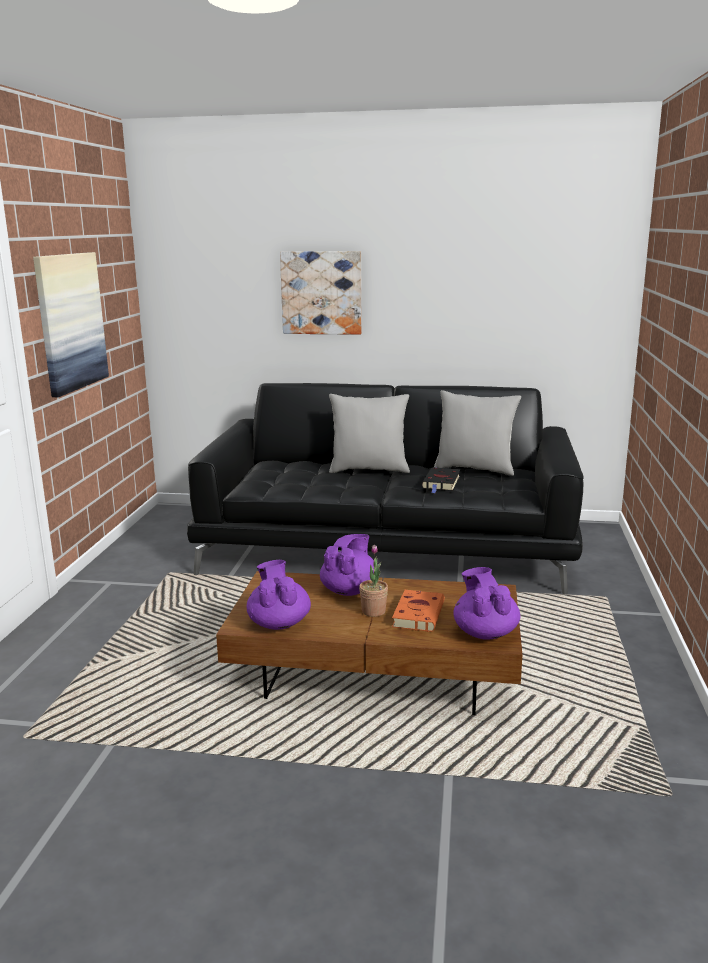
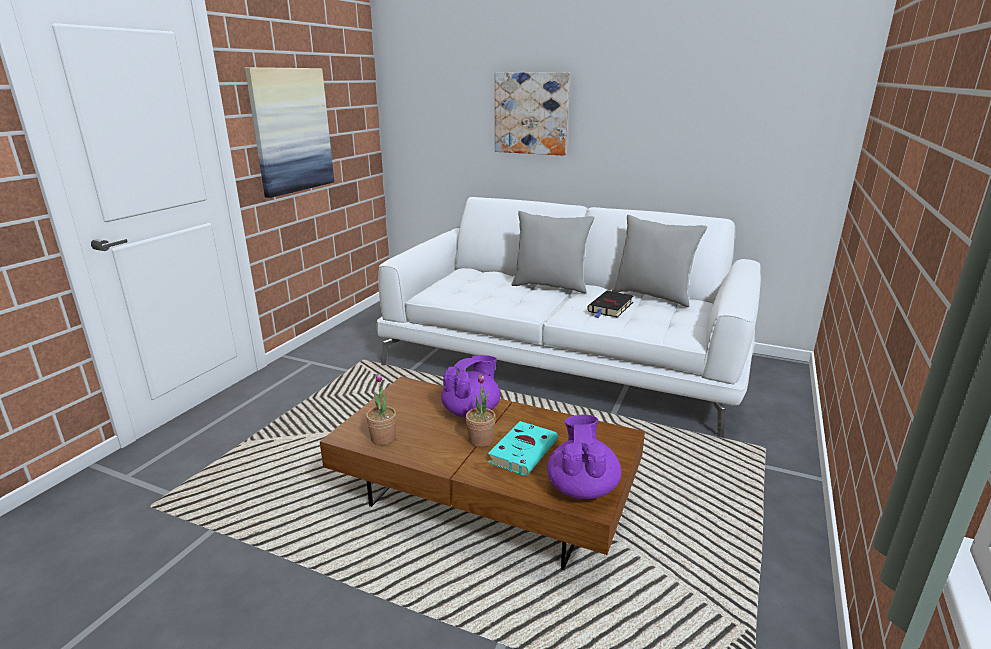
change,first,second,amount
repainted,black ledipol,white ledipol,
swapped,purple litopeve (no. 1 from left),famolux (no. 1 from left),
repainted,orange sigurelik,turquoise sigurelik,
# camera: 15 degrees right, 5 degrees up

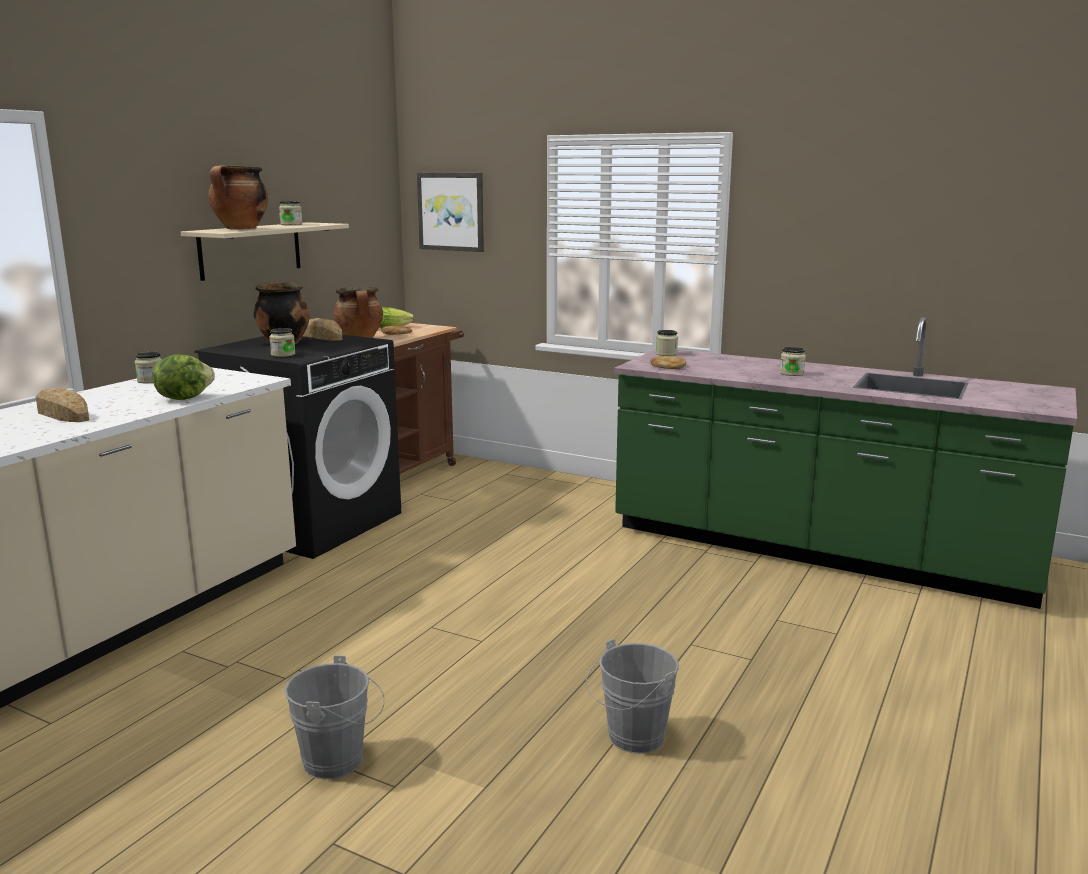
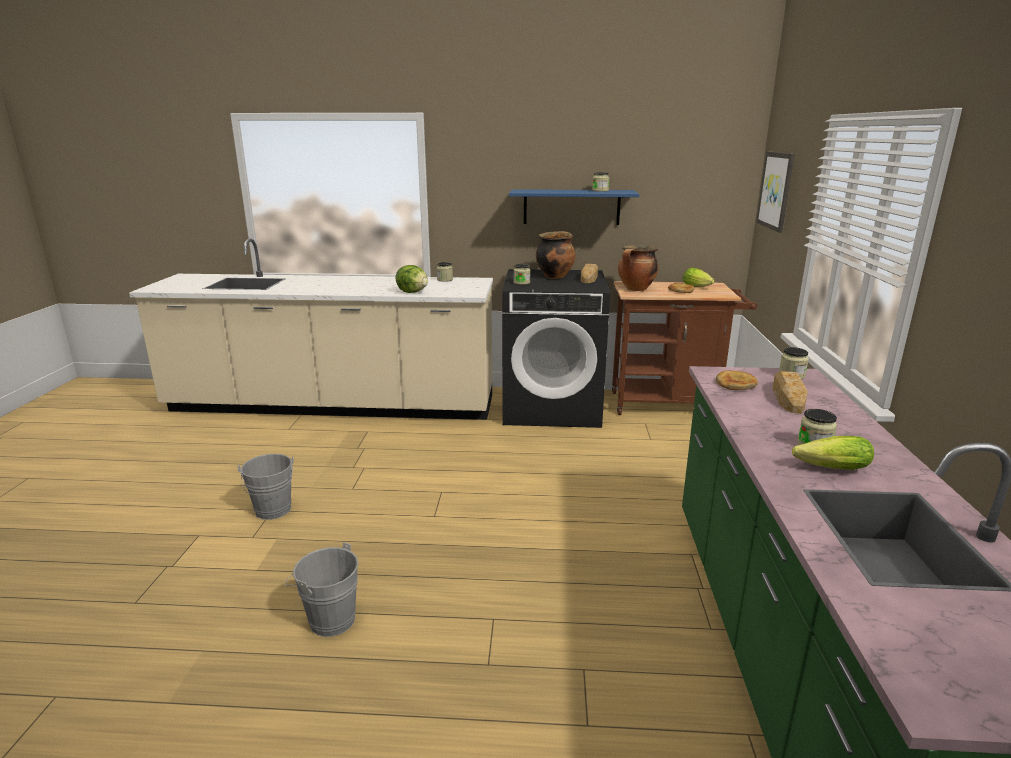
change,first,second,amount
shifted,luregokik (no. 1 from left in the first image),luregokik (no. 4 from left),
repainted,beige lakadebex,blue lakadebex,
gone,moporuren (no. 1 from left),,
new,,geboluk (no. 3 from left),
# camera: 65 degrees right, 5 degrees up

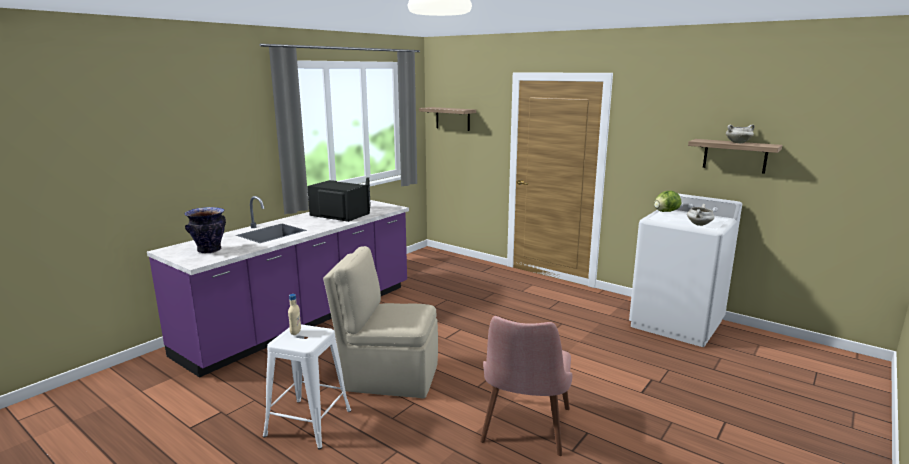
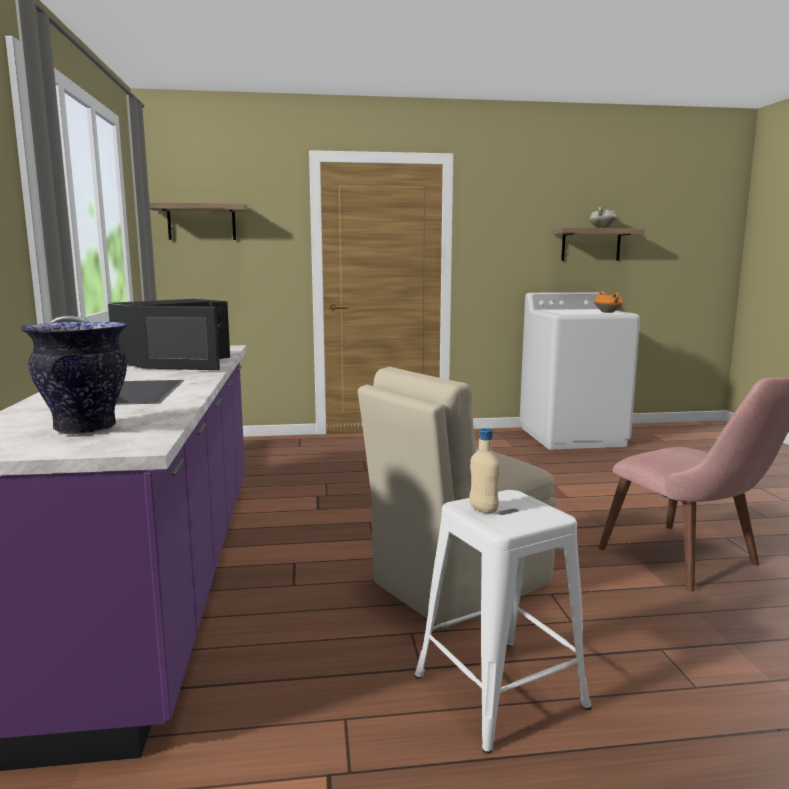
change,first,second,amount
rotated,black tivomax,,150 degrees clockwise
gone,geboluk,,
repainted,white moporuren (no. 1 from left),orange moporuren,
# camera: 45 degrees left, 5 degrees down

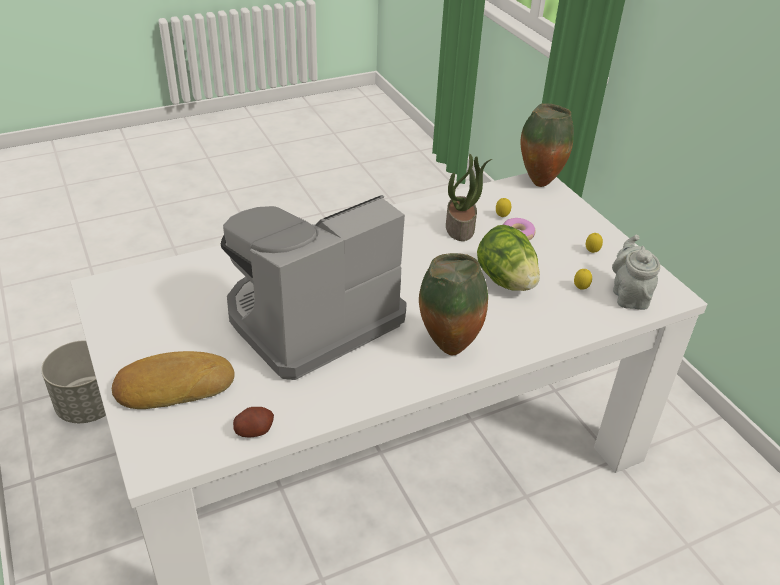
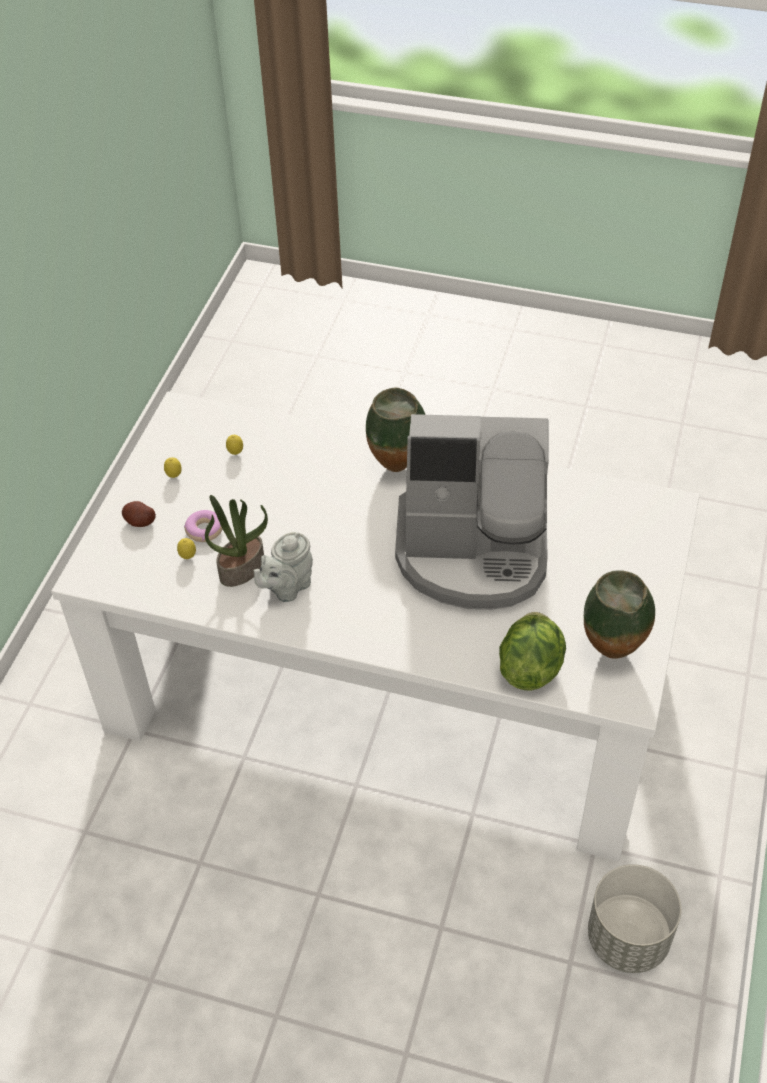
change,first,second,amount
gone,luregokik,,
shifted,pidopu,,
shifted,geboluk,,
shifted,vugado (no. 2 from left),,
shifted,grey litopeve,,
# camera: 135 degrees left, 10 degrees up

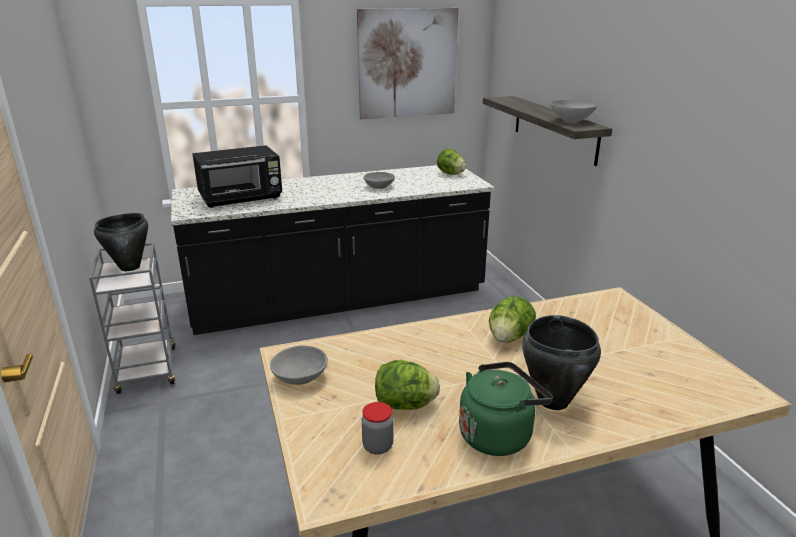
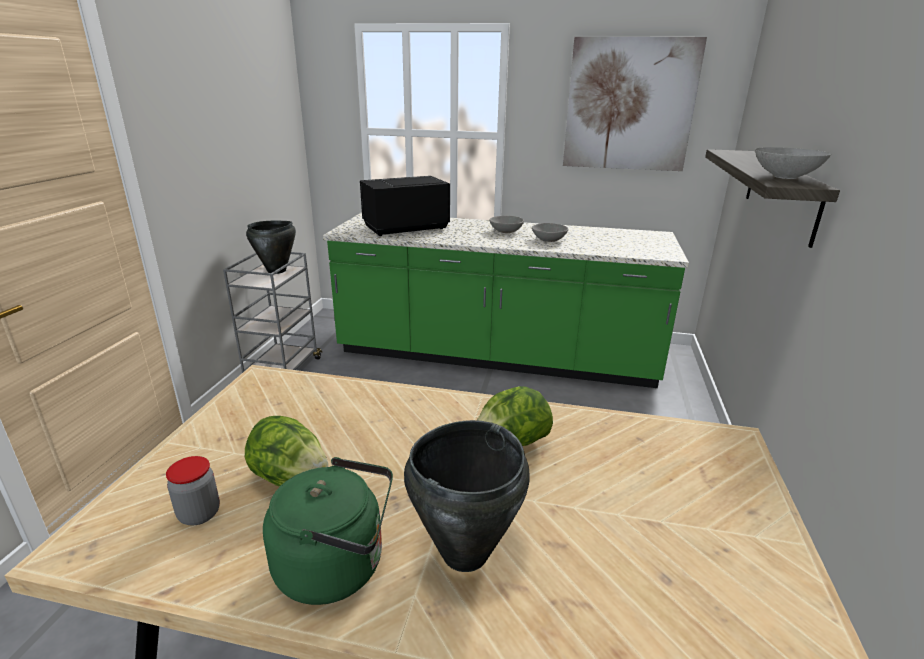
change,first,second,amount
repainted,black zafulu,green zafulu,
rotated,black tivomax,,150 degrees clockwise
shifted,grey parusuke (no. 1 from left),,
gone,geboluk (no. 2 from left),,
# camera: 30 degrees right, 0 degrees up

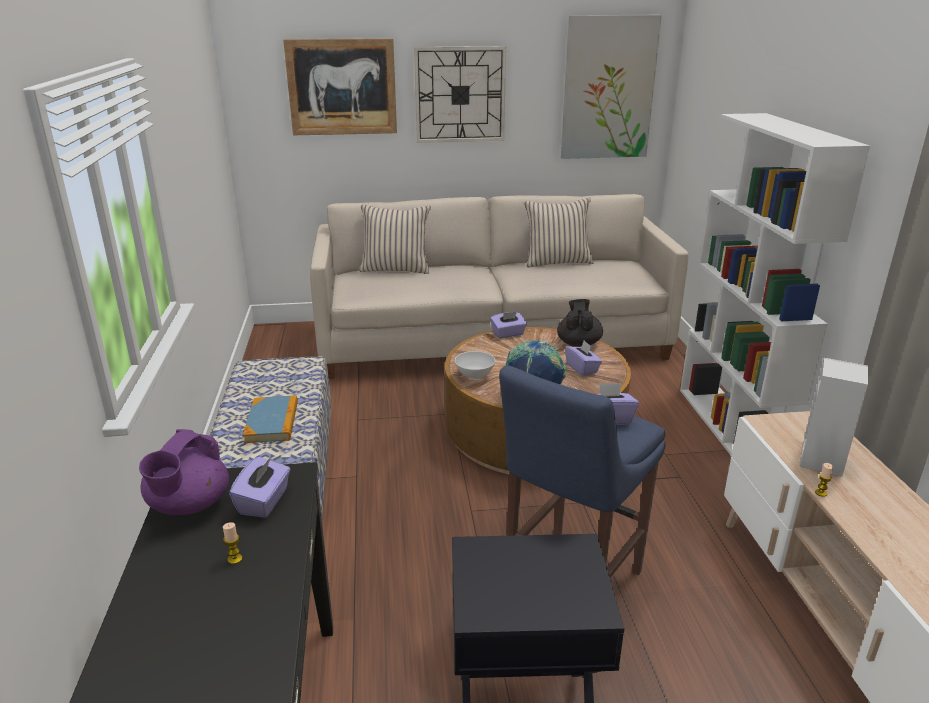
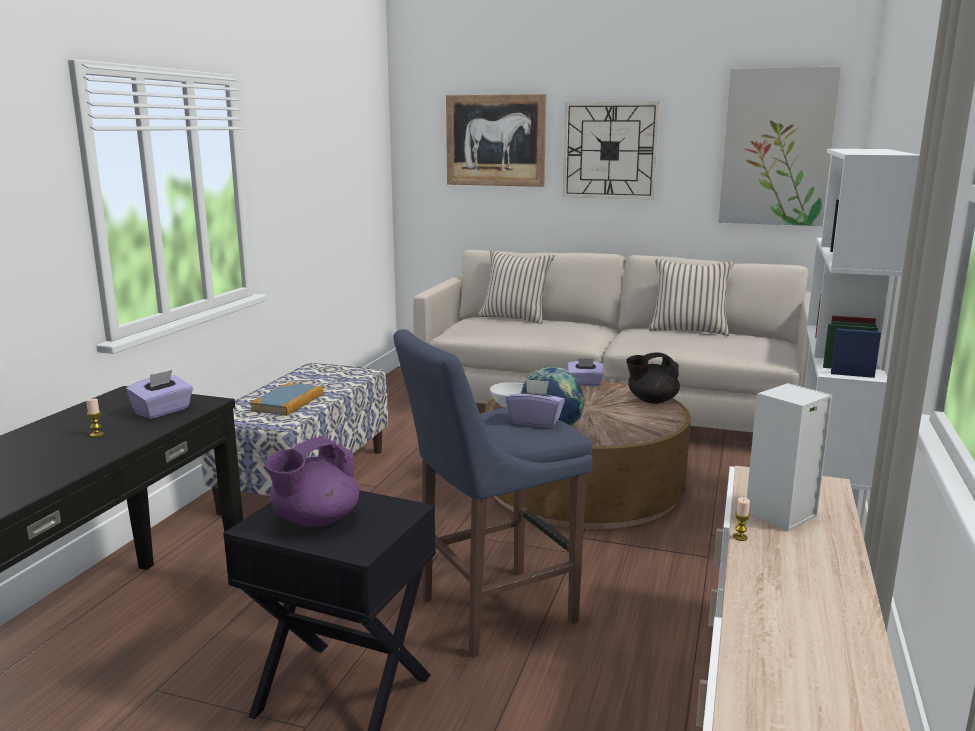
change,first,second,amount
shifted,purple litopeve,,
rotated,black litopeve,,135 degrees counterclockwise
gone,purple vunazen (no. 3 from left),,
# camera: 25 degrees right, 10 degrees down

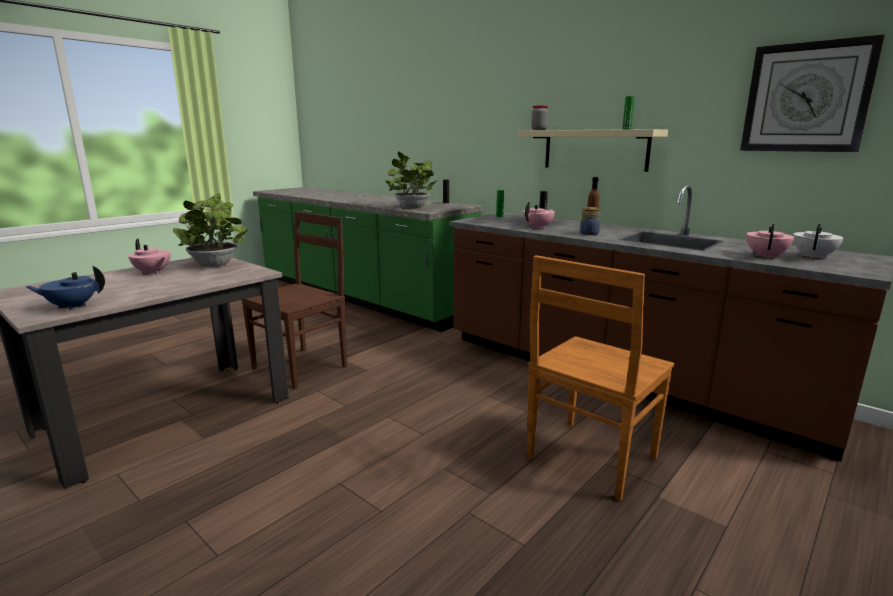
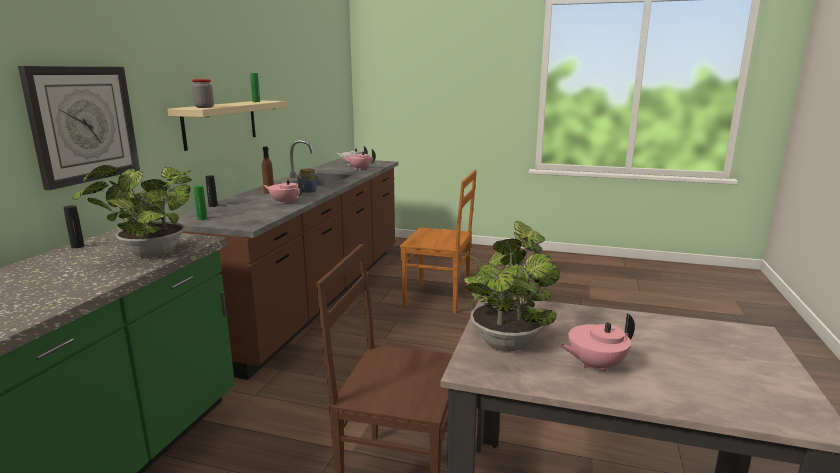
change,first,second,amount
gone,blue litopeve,,
rotated,pink litopeve (no. 1 from left in the first image),pink litopeve (no. 3 from left),120 degrees counterclockwise
shifted,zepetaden,,
# camera: 115 degrees left, 0 degrees up

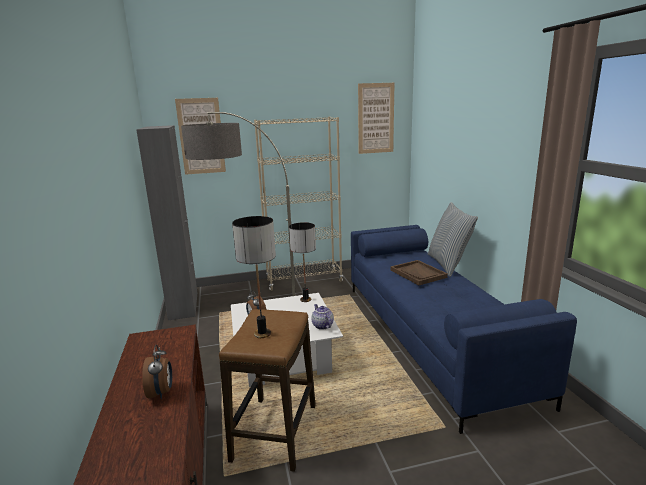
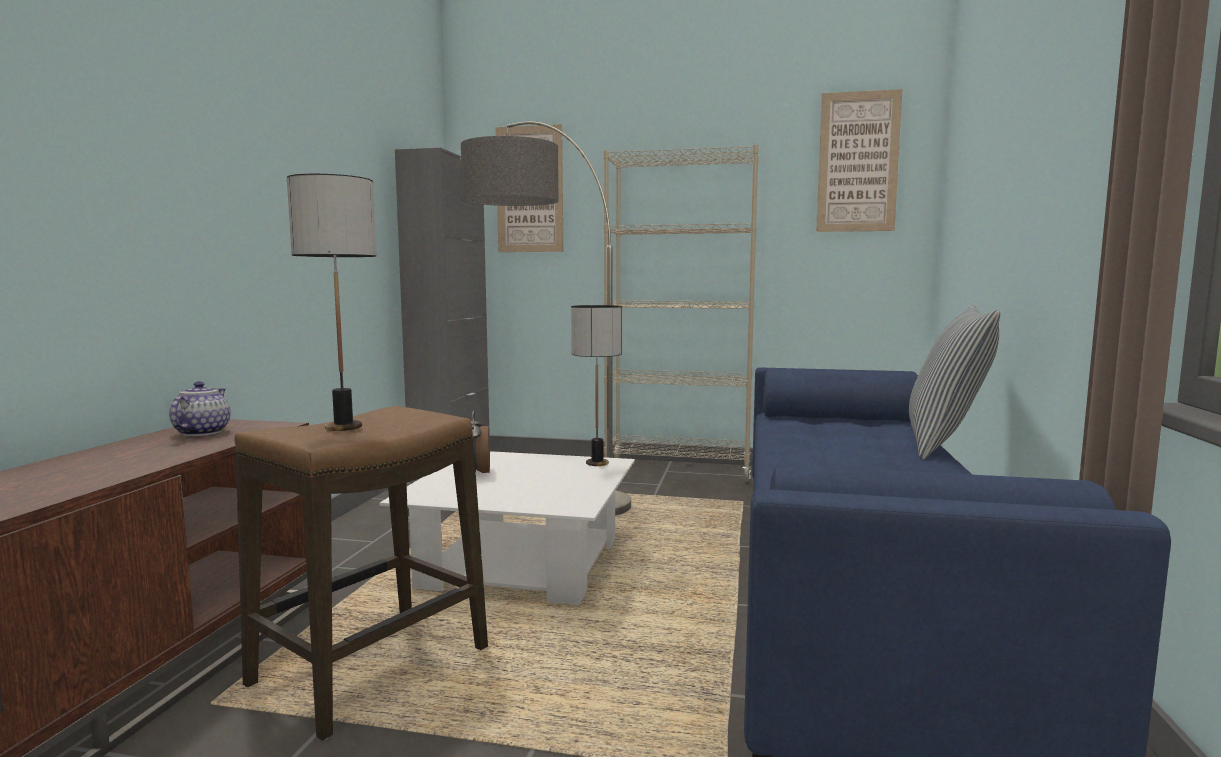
change,first,second,amount
gone,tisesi (no. 1 from left),,
shifted,litopeve,,
gone,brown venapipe,,
# camera: 25 degrees right, 10 degrees down

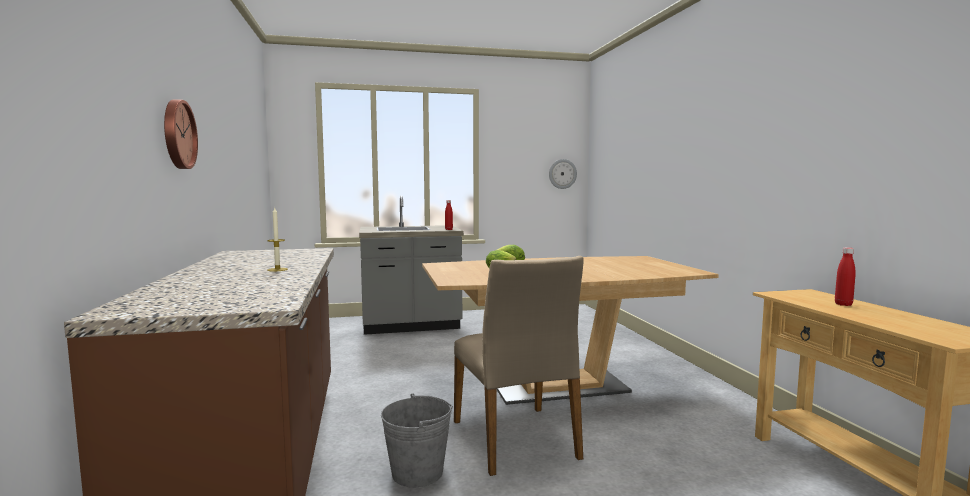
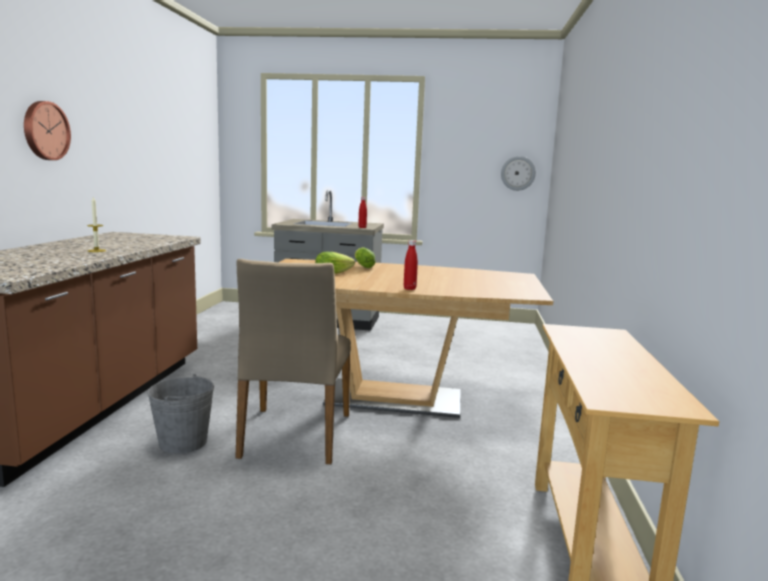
change,first,second,amount
shifted,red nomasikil (no. 2 from left),,
# camera: 20 degrees right, 5 degrees up

